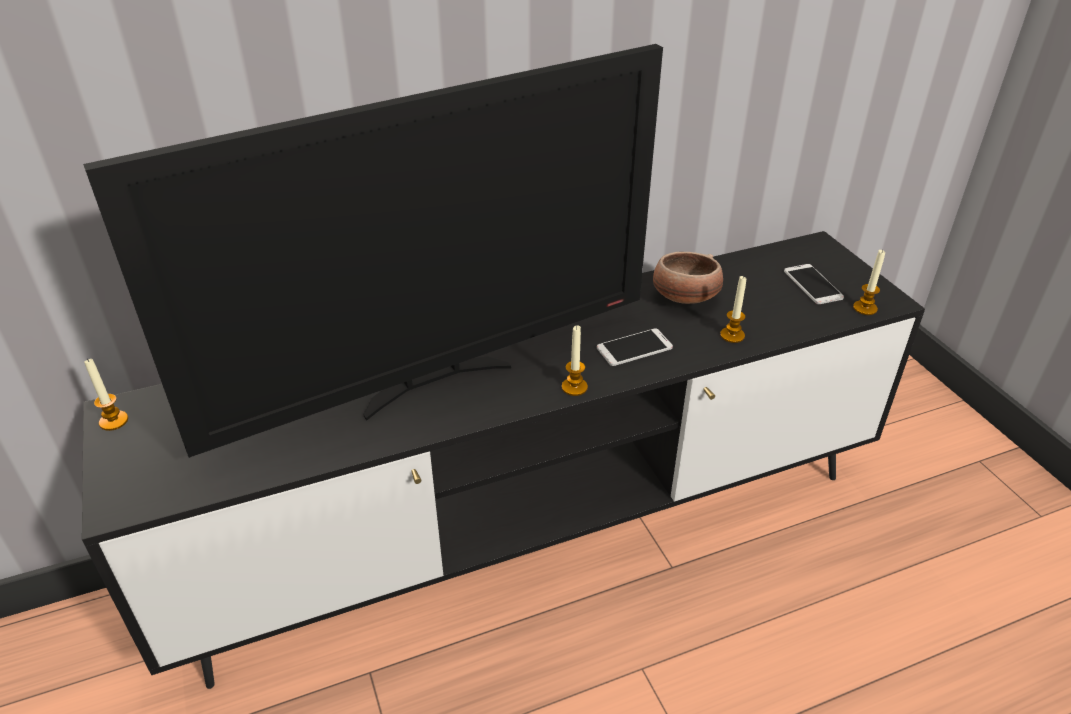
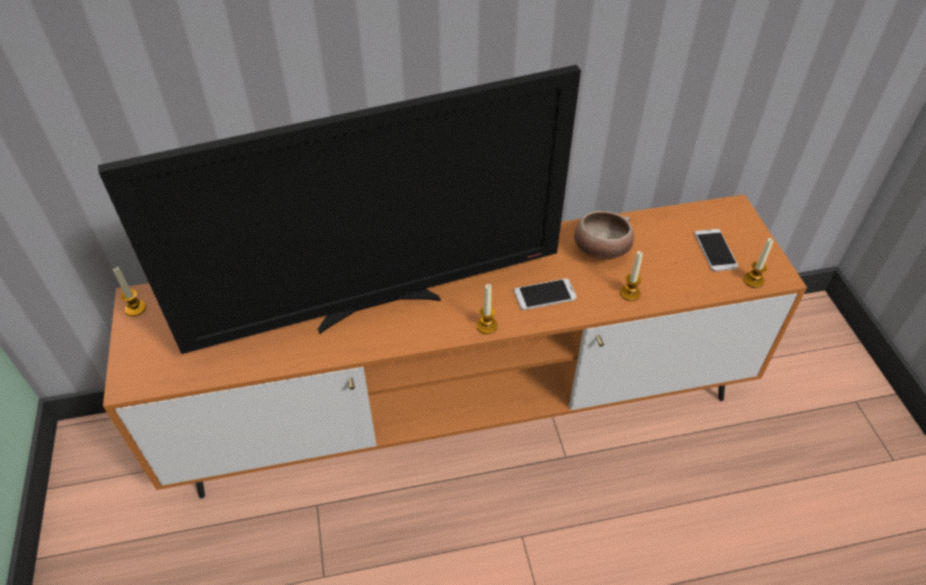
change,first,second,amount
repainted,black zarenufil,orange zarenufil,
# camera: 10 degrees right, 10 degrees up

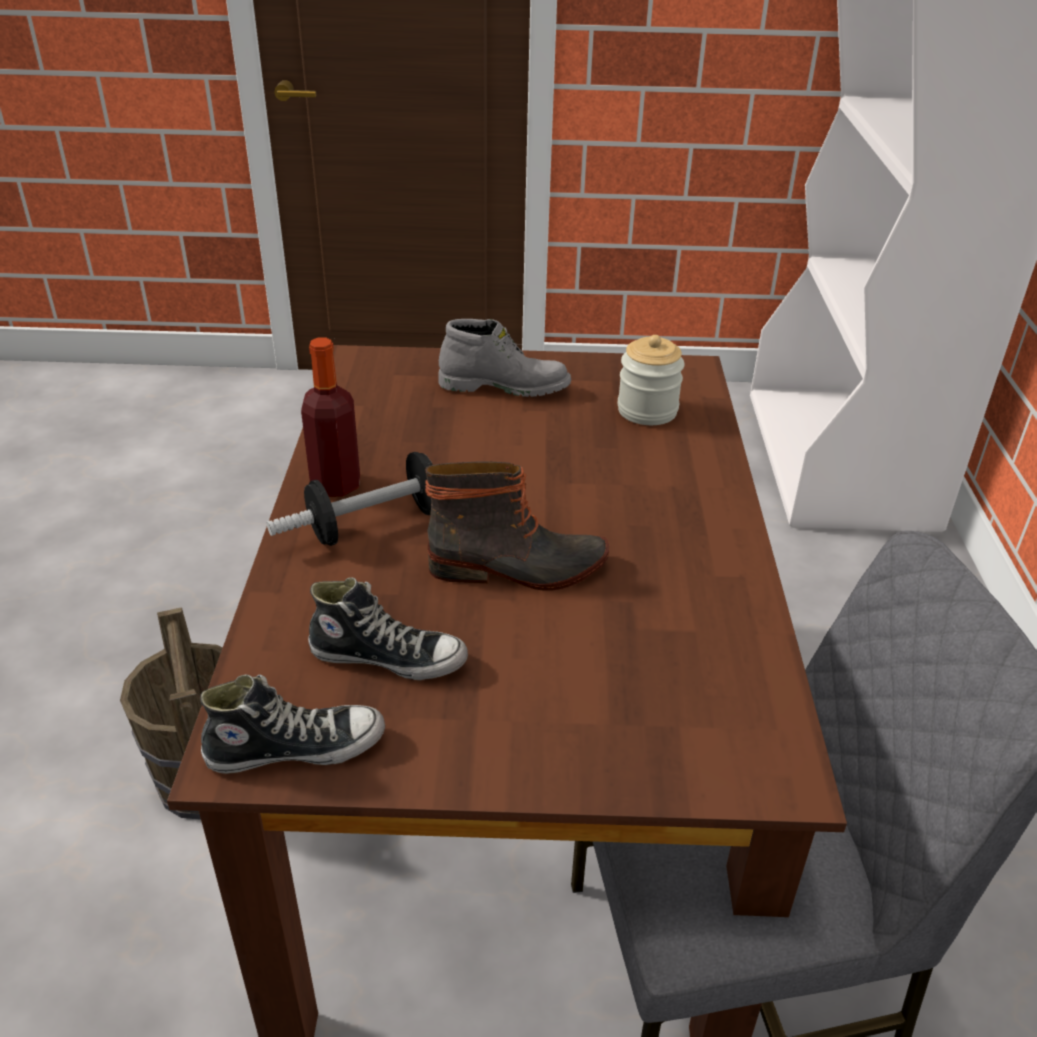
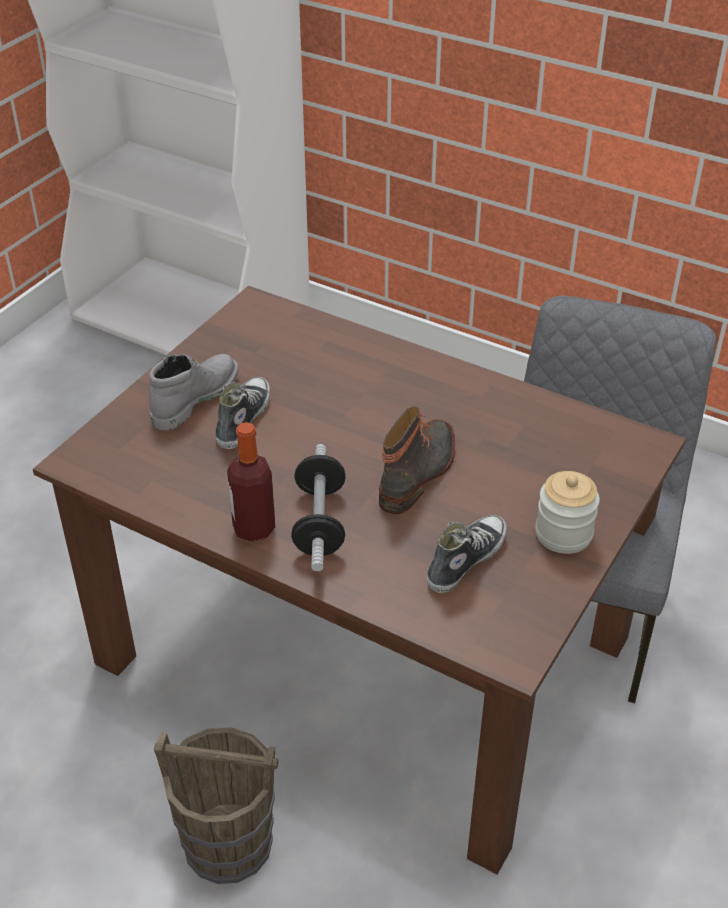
change,first,second,amount
shifted,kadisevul (no. 1 from left),,
shifted,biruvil,,
# camera: 60 degrees left, 5 degrees up

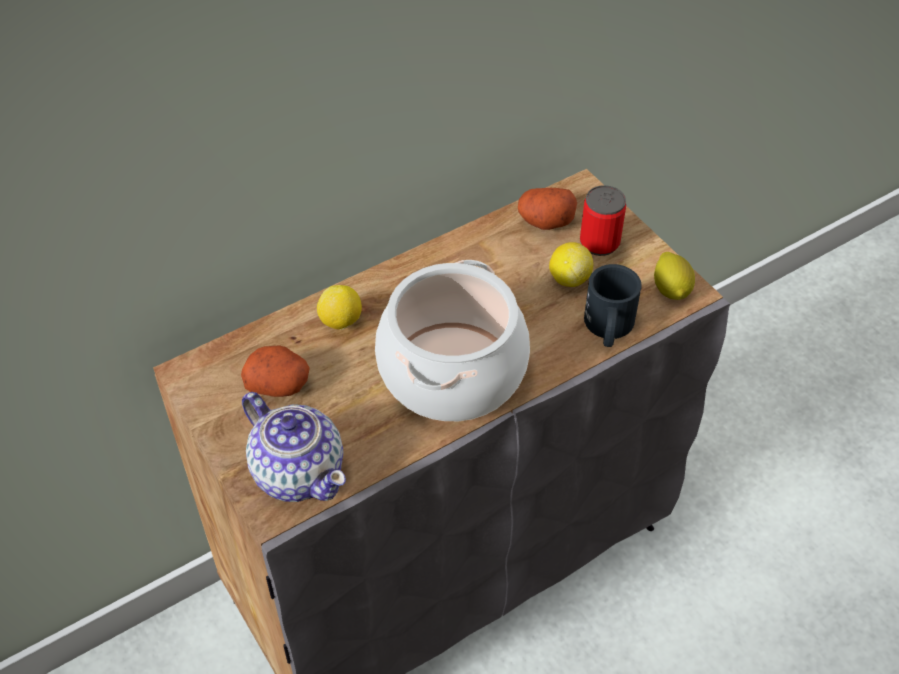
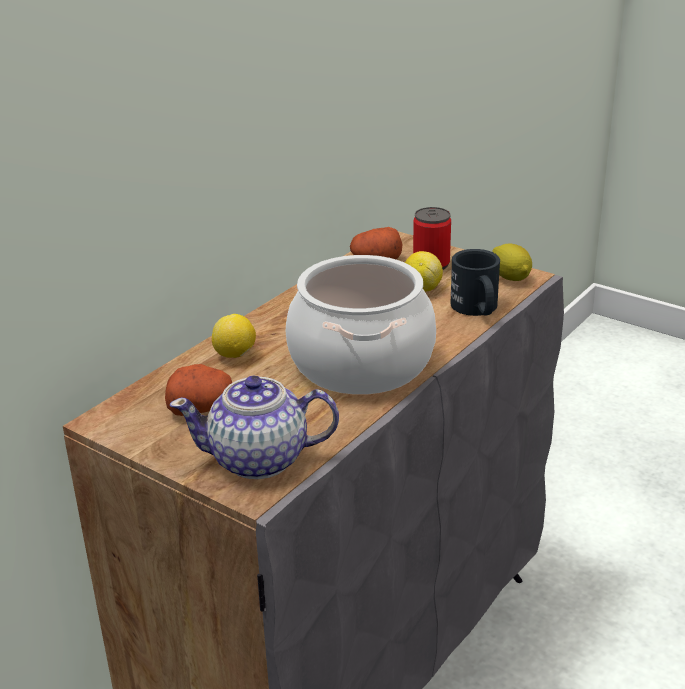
change,first,second,amount
rotated,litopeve,,150 degrees clockwise
# camera: 20 degrees left, 20 degrees down

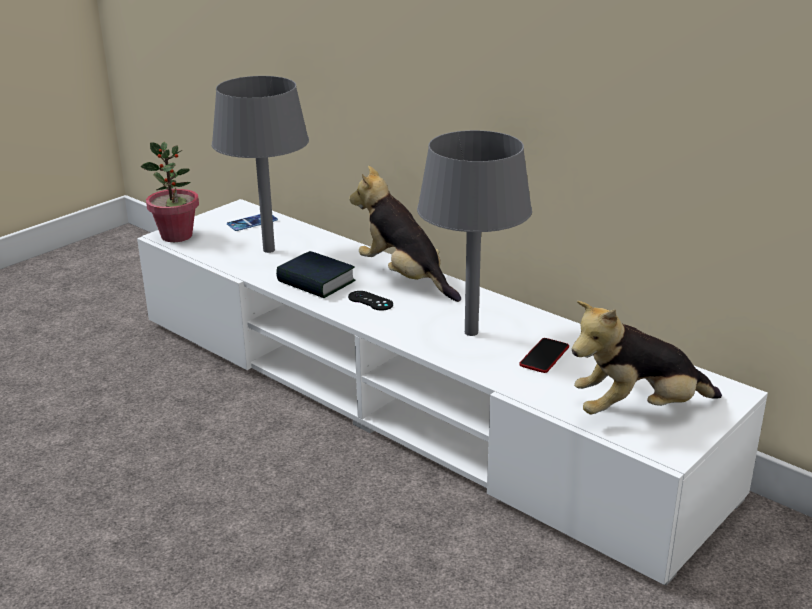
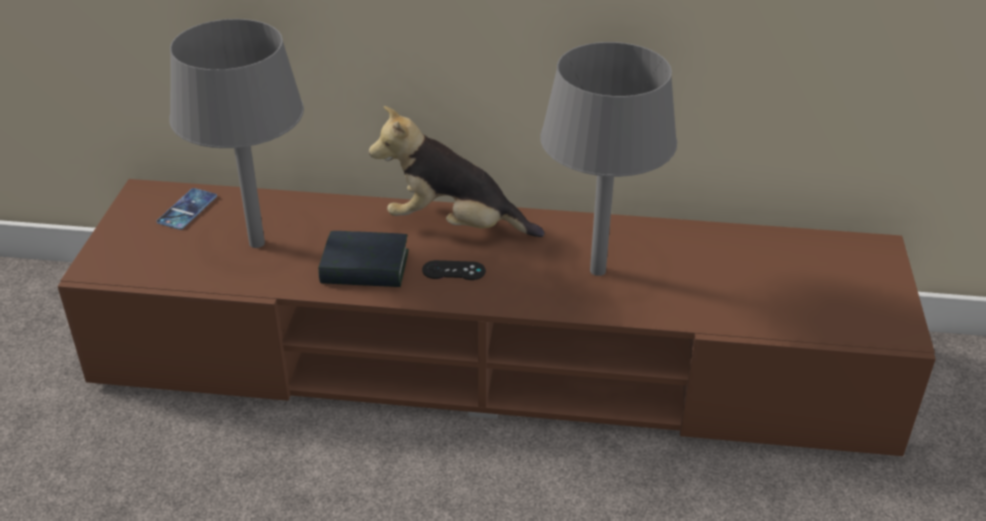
change,first,second,amount
repainted,white zarenufil,brown zarenufil,
gone,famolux,,
gone,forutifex (no. 2 from left),,
gone,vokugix (no. 2 from left),,
# camera: 35 degrees left, 10 degrees up

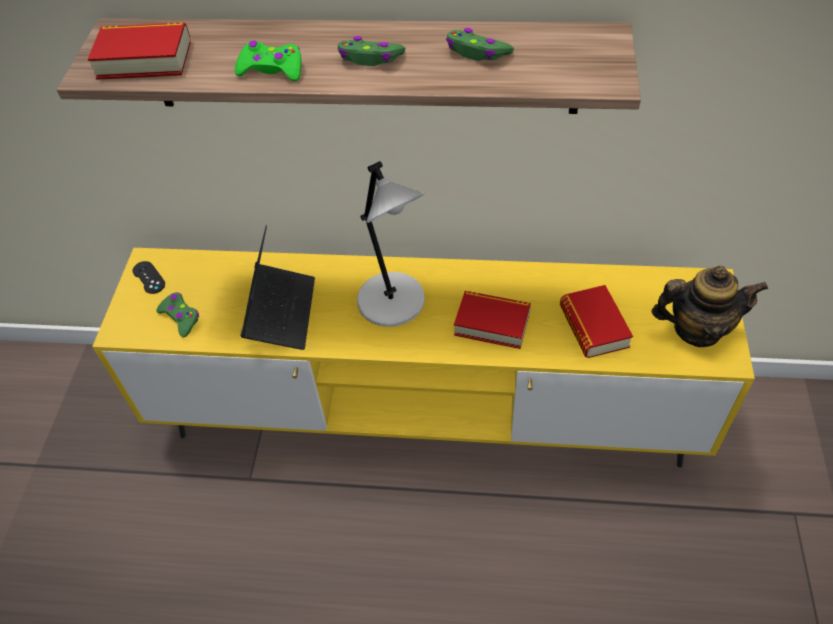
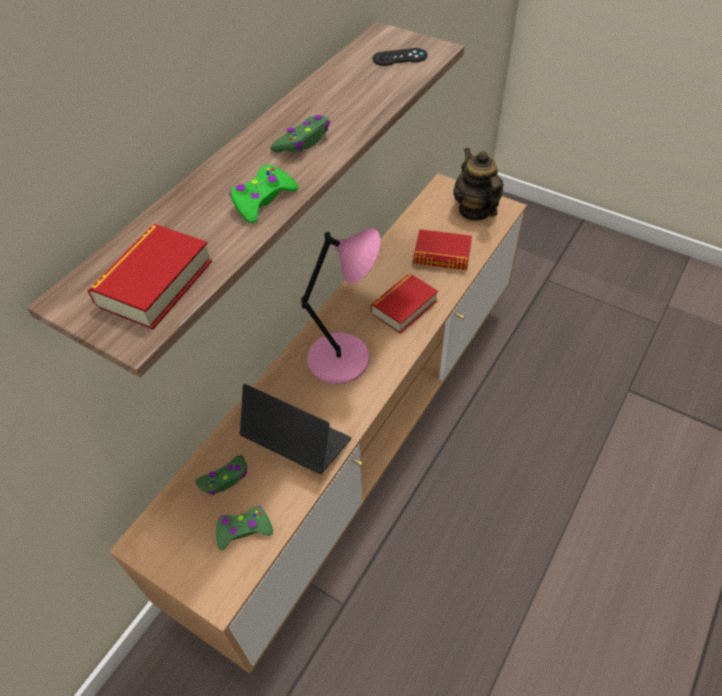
change,first,second,amount
repainted,yellow zarenufil,brown zarenufil,
shifted,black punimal,,
repainted,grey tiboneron,pink tiboneron,
shifted,green punimal (no. 4 from left in the first image),green punimal (no. 1 from left),
rotated,litopeve,,45 degrees counterclockwise
# camera: 65 degrees left, 0 degrees up

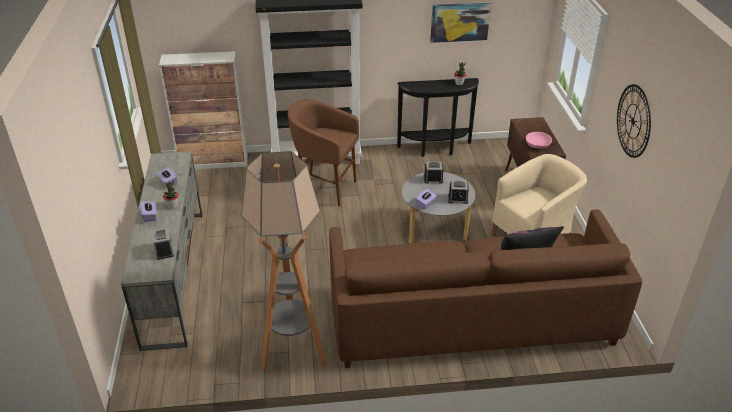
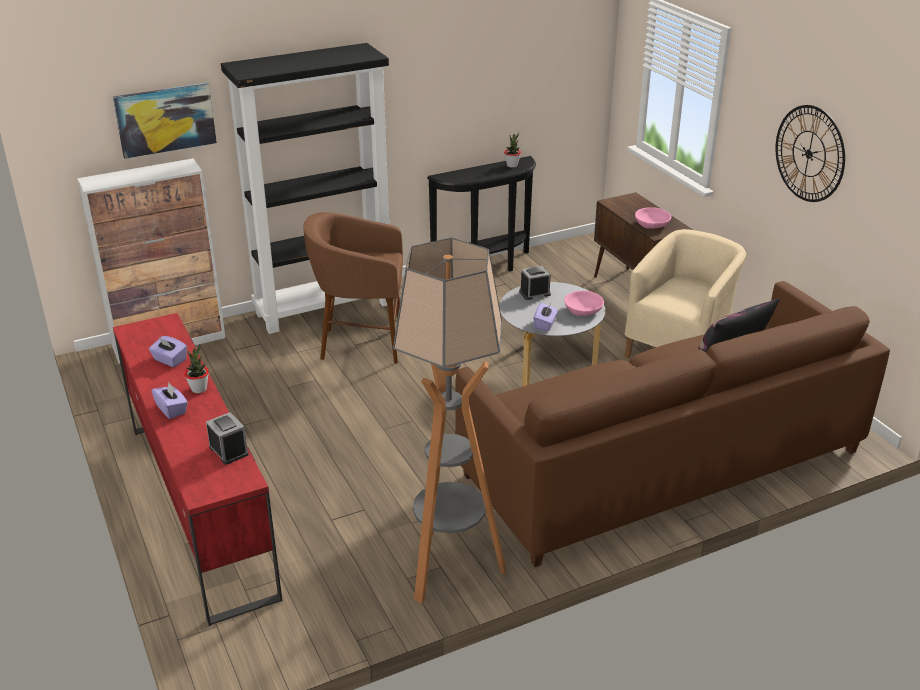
change,first,second,amount
repainted,grey zarenufil,red zarenufil,
shifted,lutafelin,,
swapped,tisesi (no. 3 from left),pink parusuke (no. 1 from left),
# camera: 20 degrees left, 5 degrees down

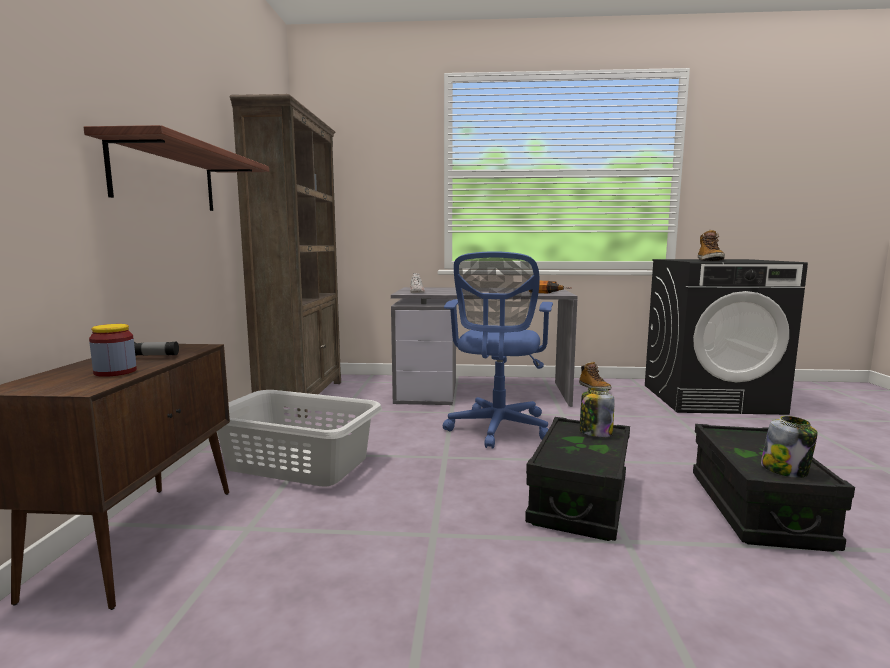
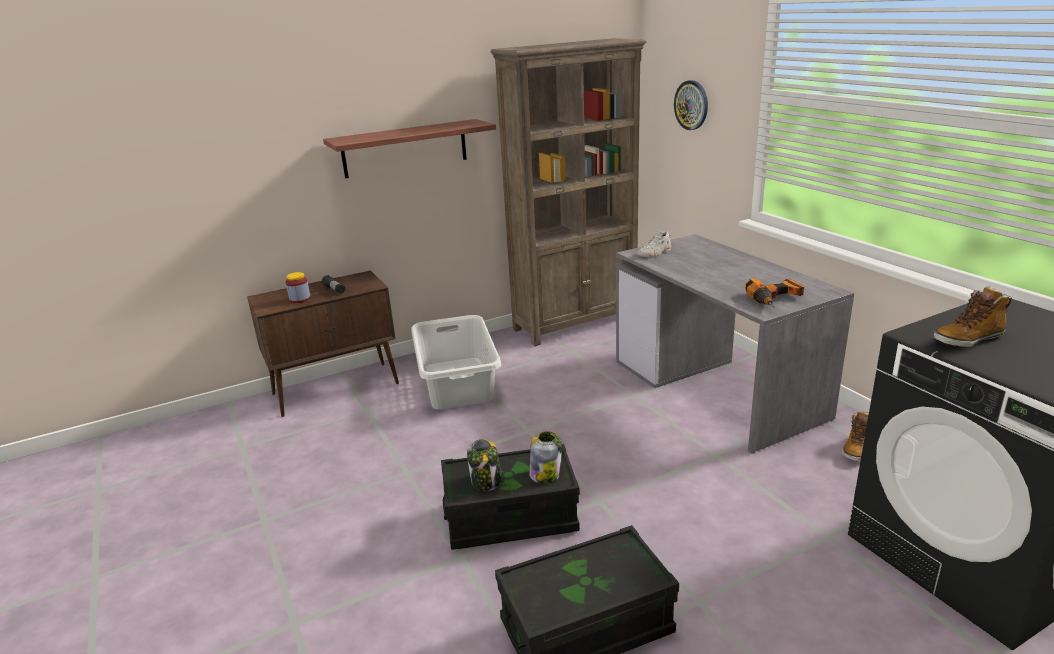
change,first,second,amount
gone,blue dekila,,
shifted,biruvil (no. 3 from left in the first image),biruvil (no. 2 from left),
new,,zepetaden,
# camera: 60 degrees right, 15 degrees up

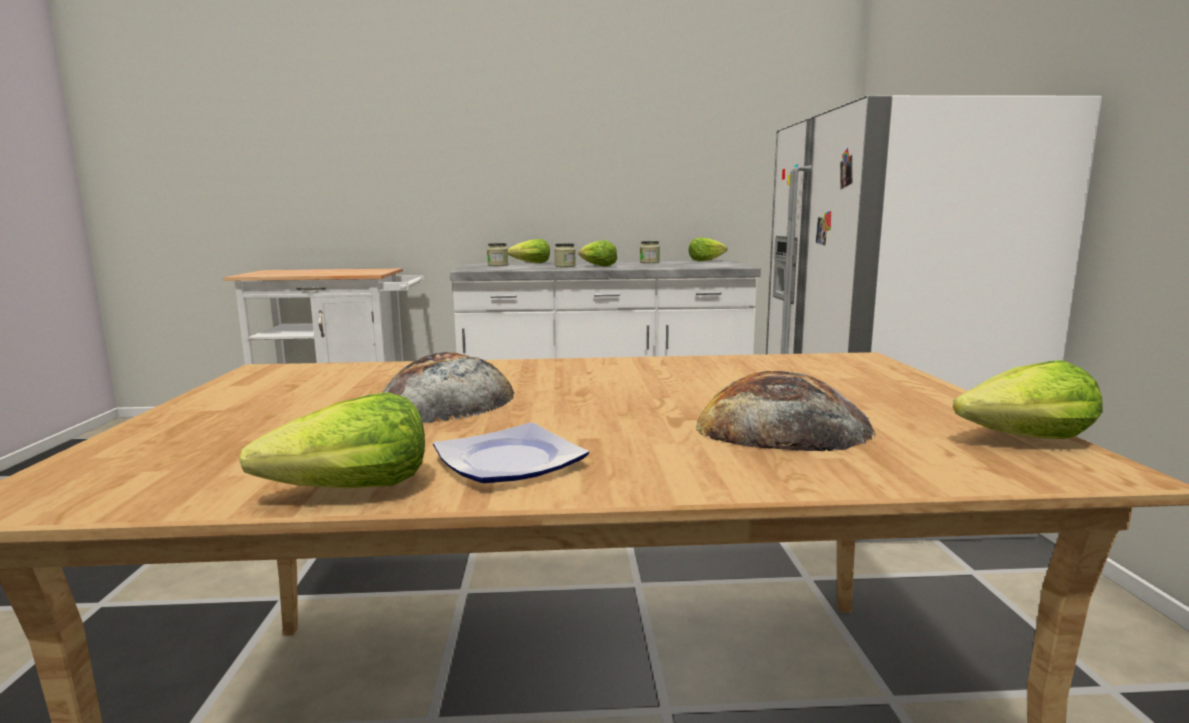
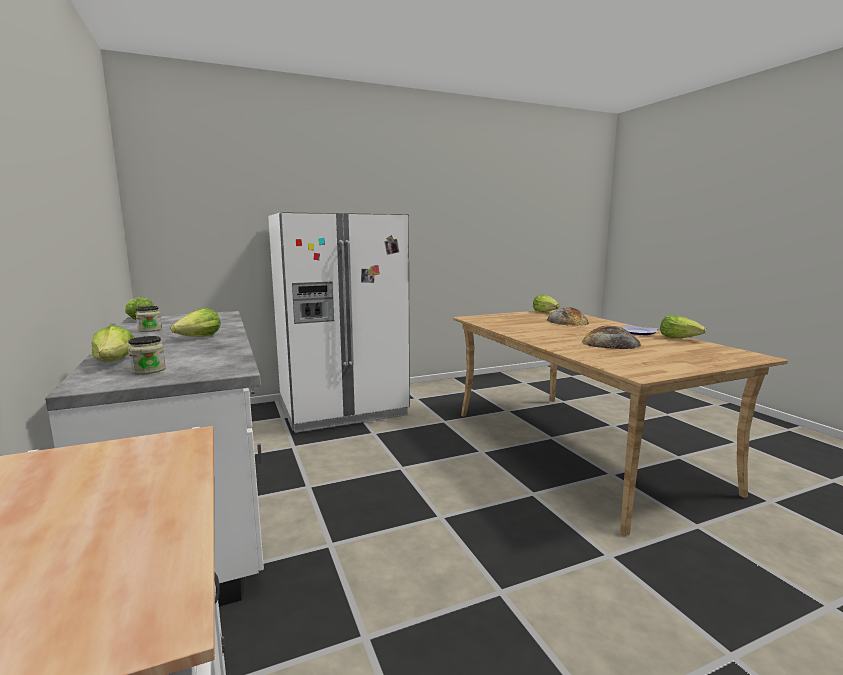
change,first,second,amount
gone,biruvil (no. 2 from left),,
# camera: 110 degrees left, 0 degrees up

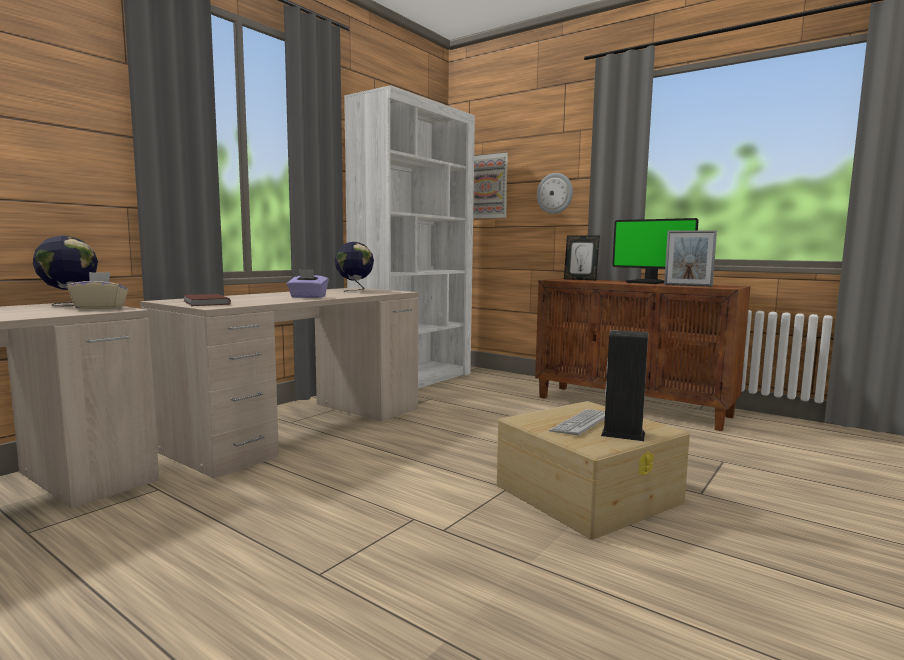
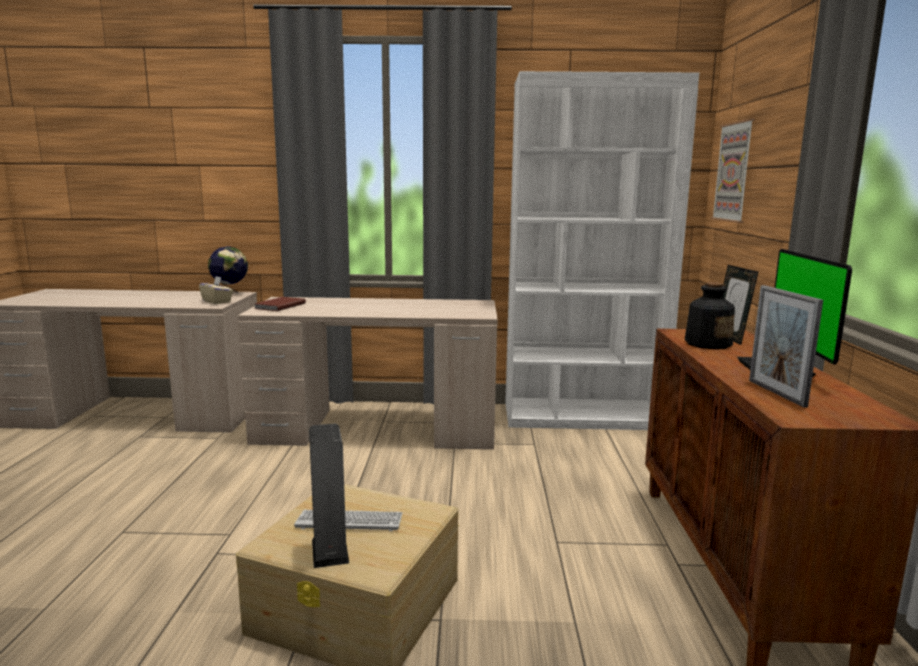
change,first,second,amount
gone,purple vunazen,,
gone,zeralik (no. 2 from left),,
gone,zepetaden,,
new,,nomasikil,
# camera: 55 degrees right, 5 degrees up

